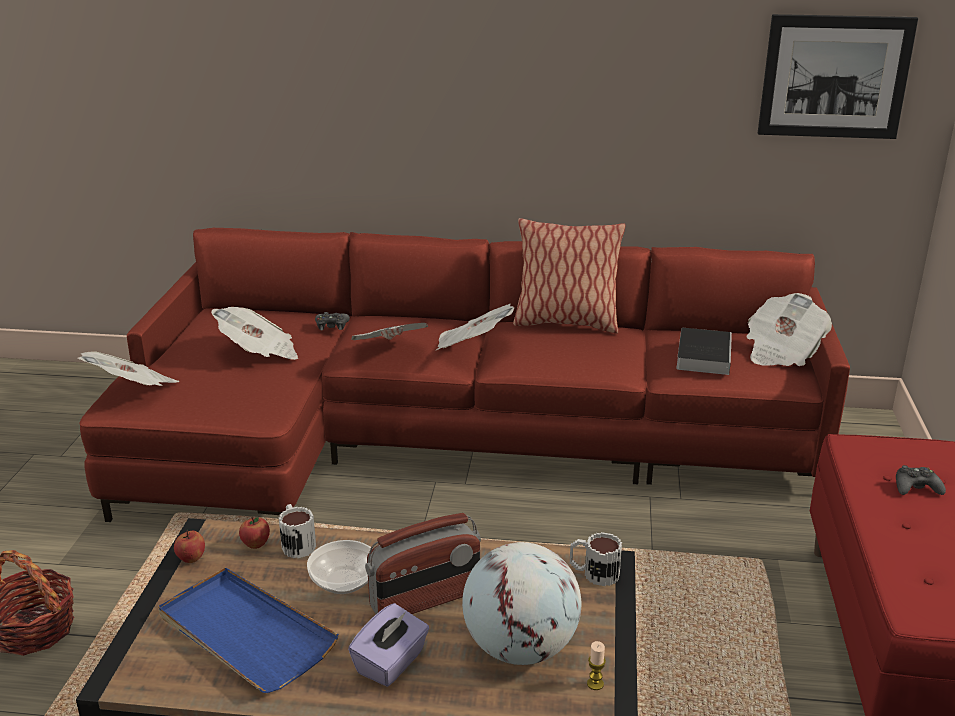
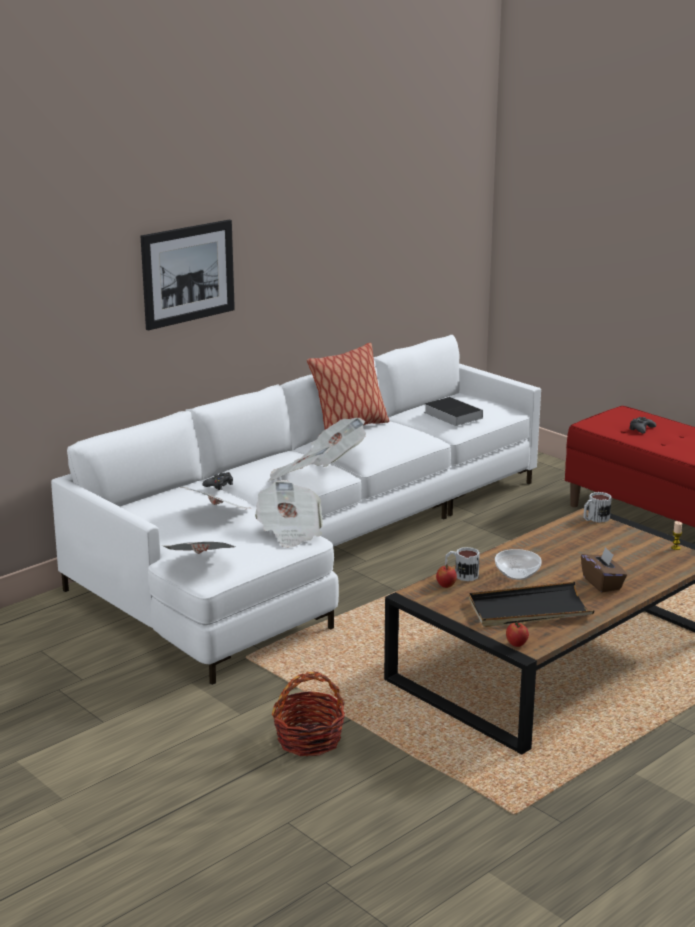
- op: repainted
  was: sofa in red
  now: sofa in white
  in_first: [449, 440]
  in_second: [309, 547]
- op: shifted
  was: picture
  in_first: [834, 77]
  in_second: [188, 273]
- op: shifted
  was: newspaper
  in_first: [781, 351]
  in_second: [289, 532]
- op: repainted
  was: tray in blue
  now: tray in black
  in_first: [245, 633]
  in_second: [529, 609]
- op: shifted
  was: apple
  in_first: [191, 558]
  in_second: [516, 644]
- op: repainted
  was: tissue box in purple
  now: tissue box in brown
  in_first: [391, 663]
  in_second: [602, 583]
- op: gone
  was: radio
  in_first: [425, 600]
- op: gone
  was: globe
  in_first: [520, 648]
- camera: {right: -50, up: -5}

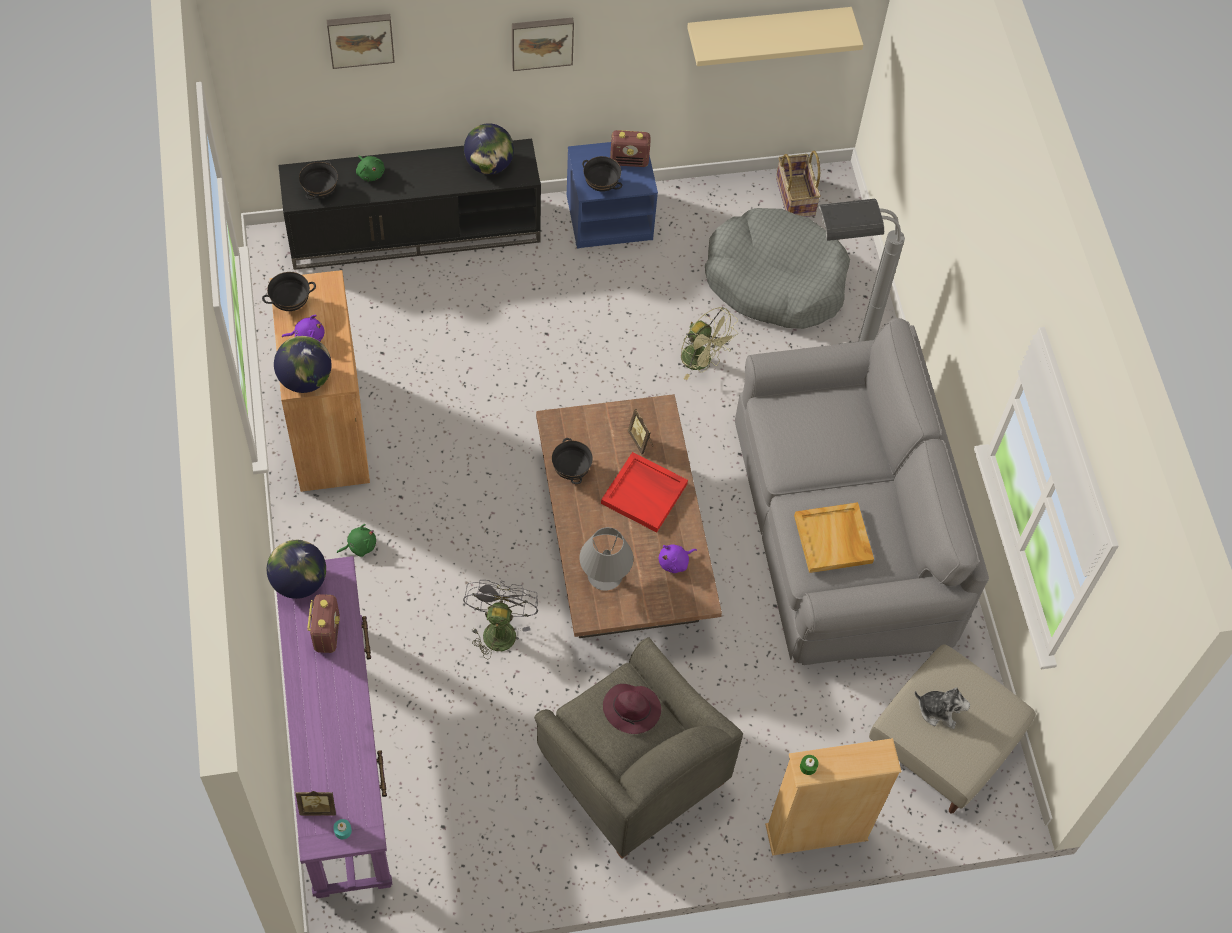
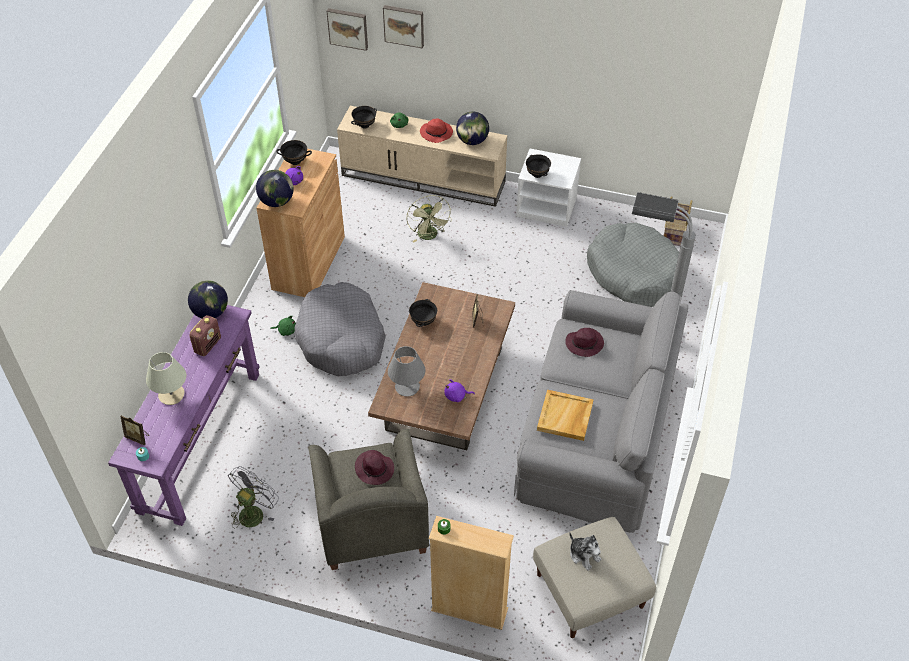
- op: new
  now: table lamp in beige
  in_second: [171, 395]
- op: shifted
  was: fan in grey
  in_first: [499, 628]
  in_second: [254, 511]
- op: new
  now: dog bed in grey
  in_second: [341, 339]
- op: shifted
  was: picture
  in_first: [542, 41]
  in_second: [348, 28]
- op: repainted
  was: tv stand in black
  now: tv stand in beige
  in_first: [415, 231]
  in_second: [424, 178]
- op: shifted
  was: fan in green
  in_first: [702, 361]
  in_second: [429, 236]
- op: new
  now: hat in red
  in_second: [437, 133]
- op: repainted
  was: nightstand in blue
  now: nightstand in white
  in_first: [610, 217]
  in_second: [547, 206]
- op: new
  now: hat in purple
  in_second: [585, 343]
- op: gone
  was: tray in red
  in_first: [645, 493]
- op: gone
  was: radio
  in_first: [629, 160]
- op: gone
  was: shelf in beige
  in_first: [767, 28]
- camera: {right: 30, up: -10}

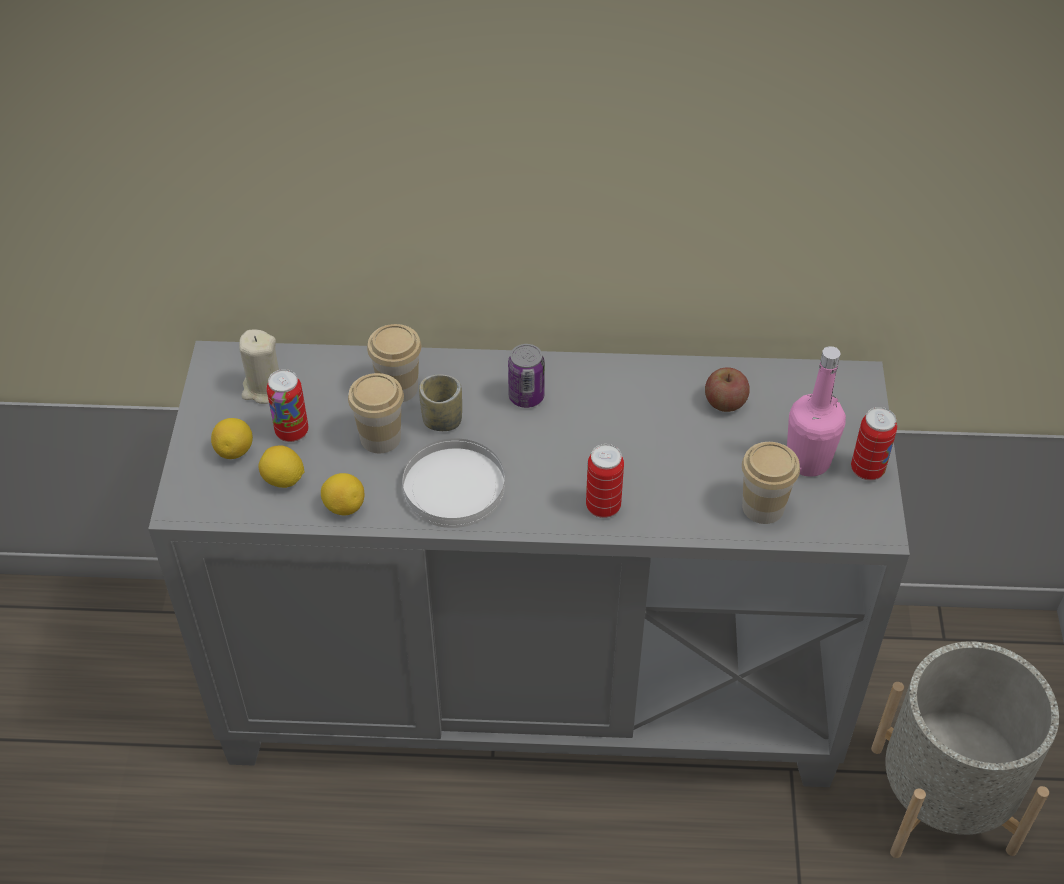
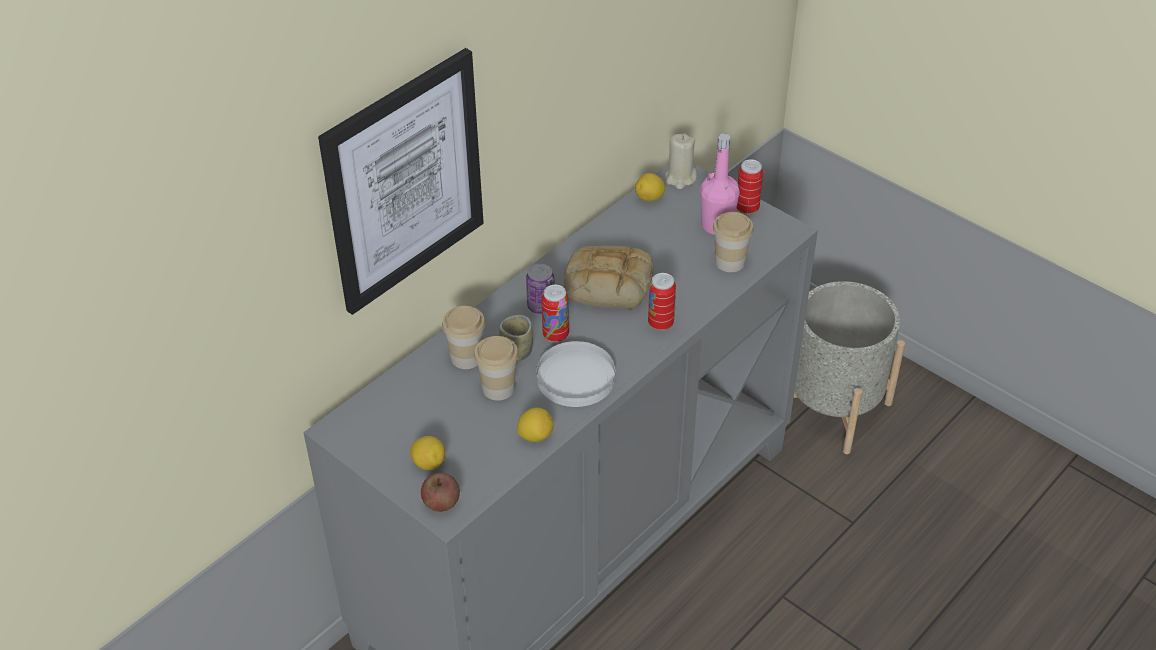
- op: new
  now: picture
  in_second: [404, 181]
- op: shifted
  was: apple
  in_first: [725, 402]
  in_second: [441, 502]
- op: shifted
  was: can
  in_first: [292, 432]
  in_second: [555, 335]
- op: new
  now: bread
  in_second: [606, 284]
- op: shifted
  was: lemon
  in_first: [283, 480]
  in_second: [649, 198]
- op: shifted
  was: candle in beige
  in_first: [264, 389]
  in_second: [680, 178]
- camera: {right: -50, up: -5}

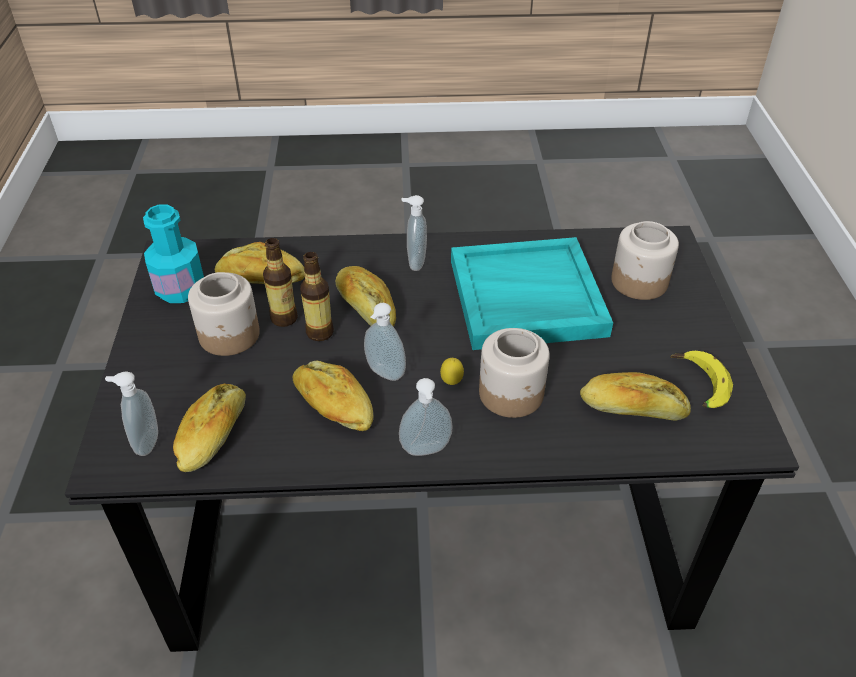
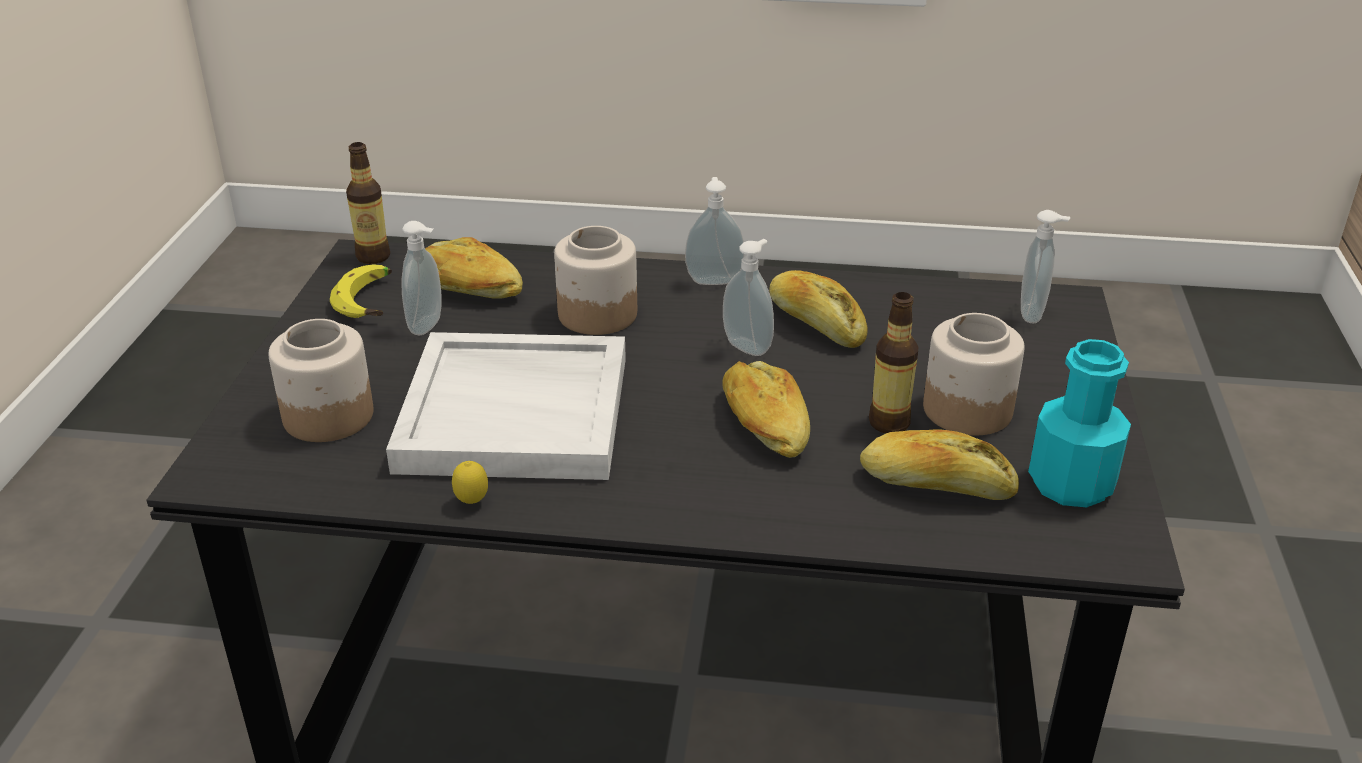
- op: shifted
  was: bottle
  in_first: [319, 332]
  in_second: [373, 257]
- op: repainted
  was: tray in turquoise
  now: tray in white
  in_first: [525, 298]
  in_second: [517, 412]
- op: shifted
  was: soap dispenser
  in_first: [414, 262]
  in_second: [428, 326]
- op: shifted
  was: lemon
  in_first: [451, 383]
  in_second: [472, 502]
- op: gone
  was: bread
  in_first: [213, 435]
- camera: {right: -170, up: -10}

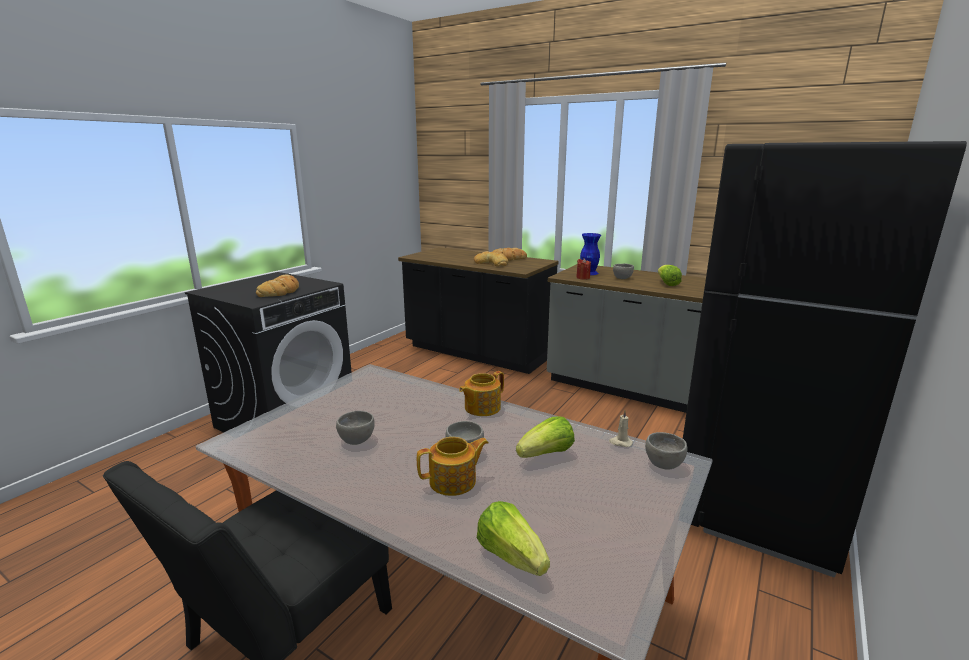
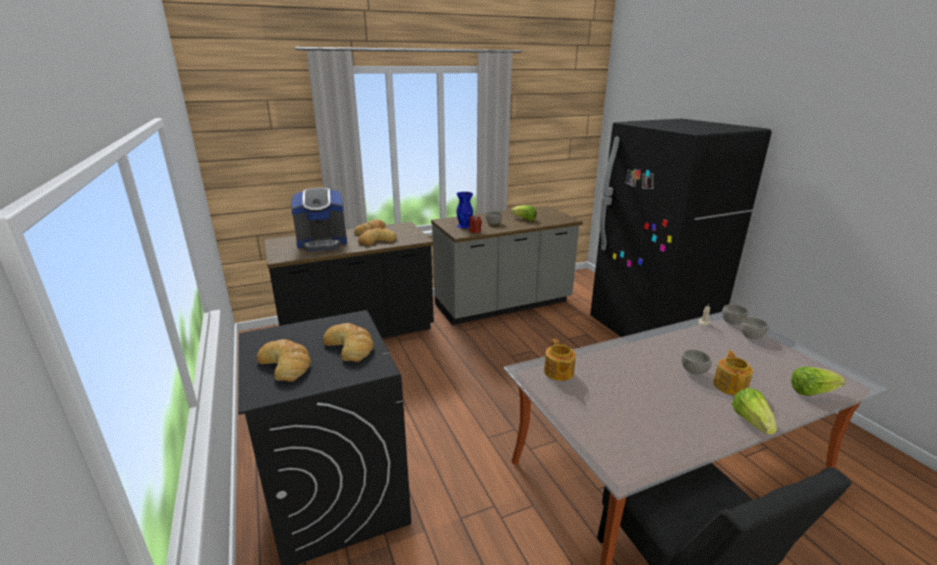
- op: new
  now: bread
  in_second: [286, 364]
- op: new
  now: coffee machine
  in_second: [322, 243]
- op: shifted
  was: teapot
  in_first: [481, 408]
  in_second: [558, 372]
- op: shifted
  was: lettuce
  in_first: [546, 454]
  in_second: [751, 421]
- op: shifted
  was: bowl in grey
  in_first: [357, 439]
  in_second: [751, 336]
- camera: {right: -55, up: 5}

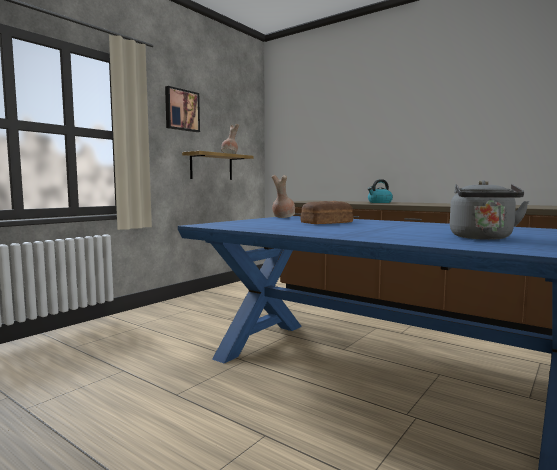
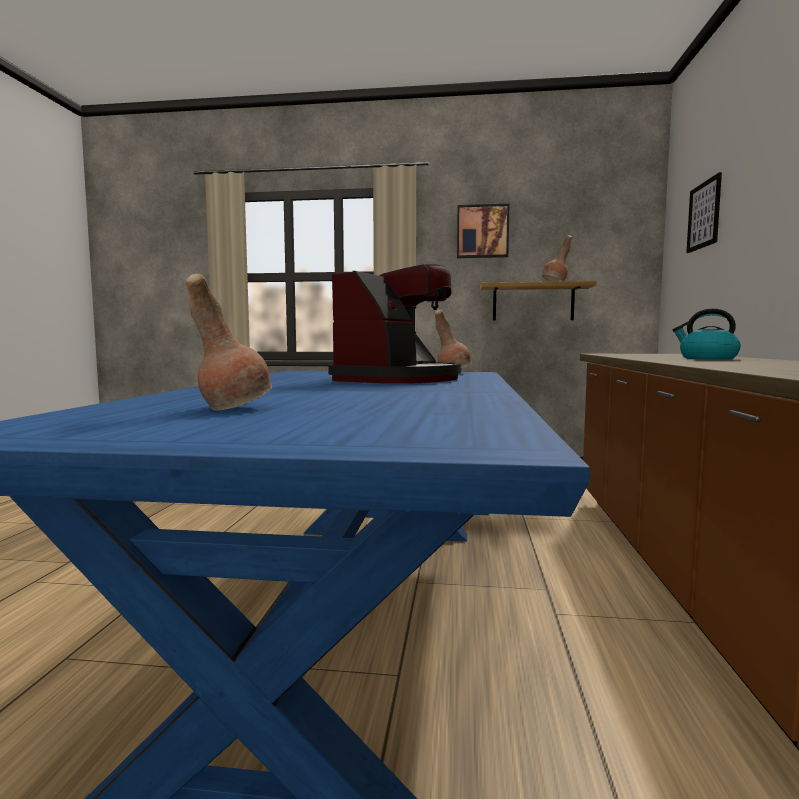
- op: swapped
  was: kettle in grey
  now: vase in brown
  in_first: [482, 238]
  in_second: [232, 408]
- op: swapped
  was: bread
  now: coffee machine
  in_first: [325, 222]
  in_second: [399, 379]
- op: new
  now: picture
  in_second: [704, 215]
- camera: {right: 60, up: 0}

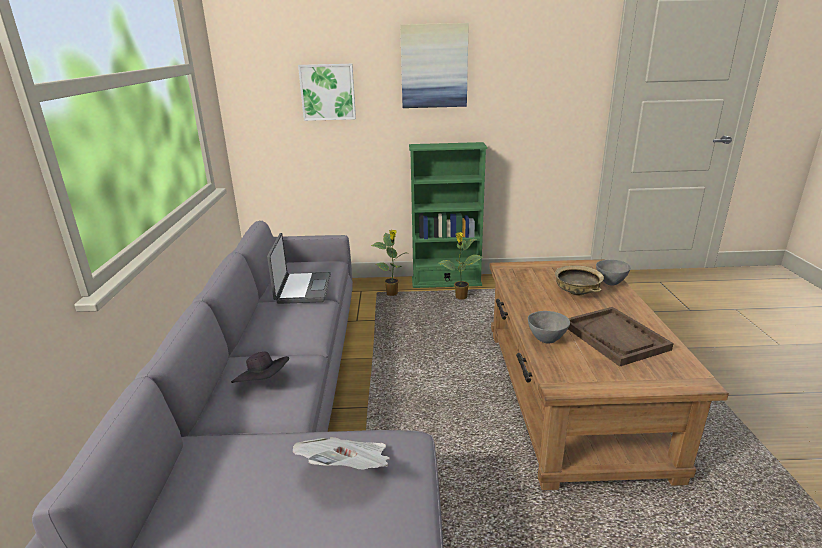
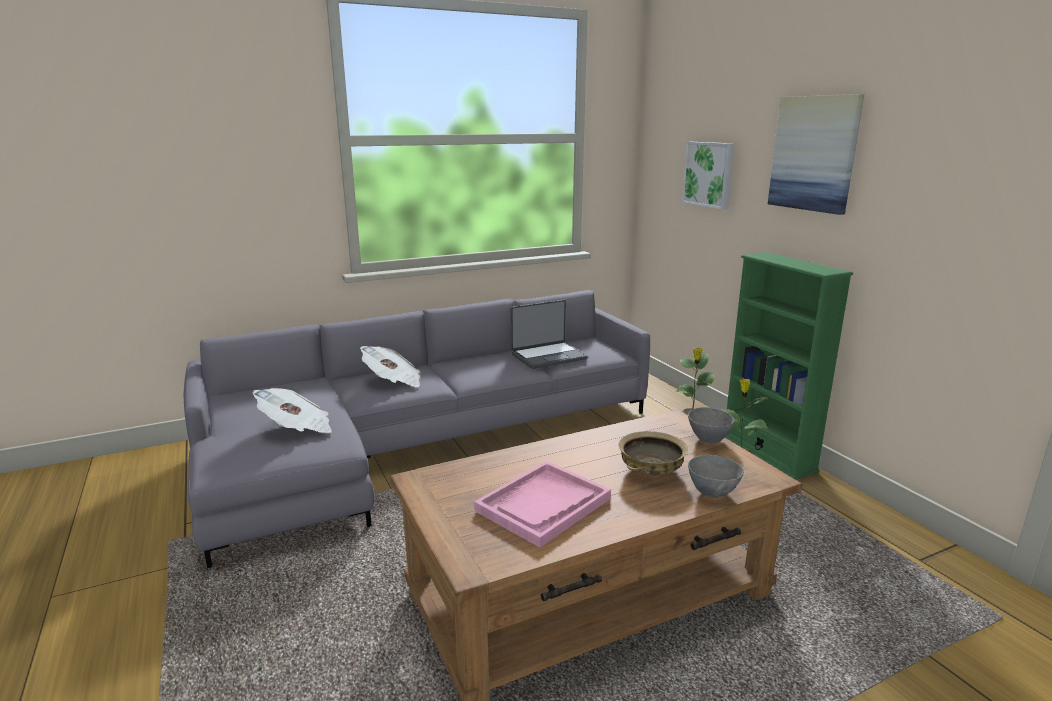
- op: swapped
  was: hat in black
  now: newspaper
  in_first: [264, 383]
  in_second: [393, 381]
- op: repainted
  was: tray in brown
  now: tray in pink
  in_first: [615, 337]
  in_second: [543, 505]
- op: shifted
  was: bowl in grey
  in_first: [546, 340]
  in_second: [707, 439]
- camera: {right: 65, up: -5}

